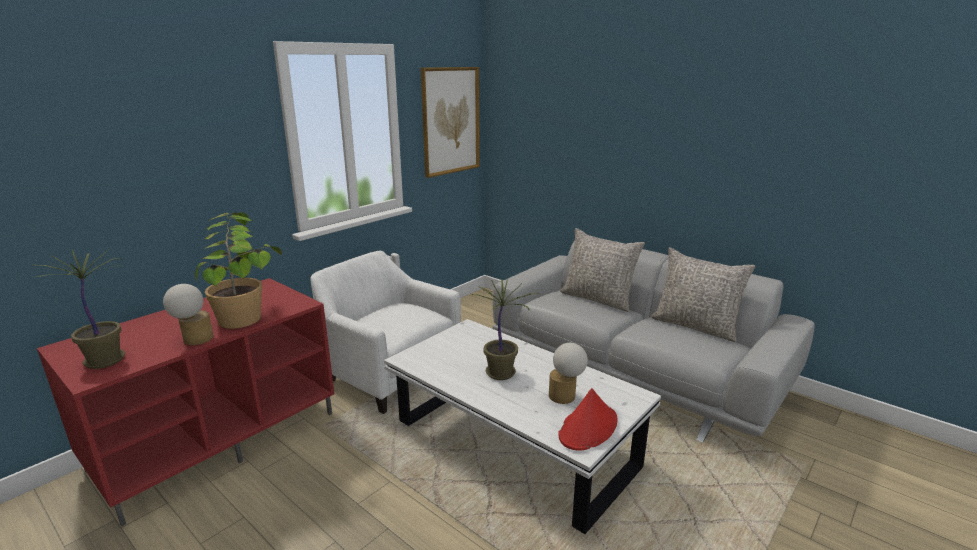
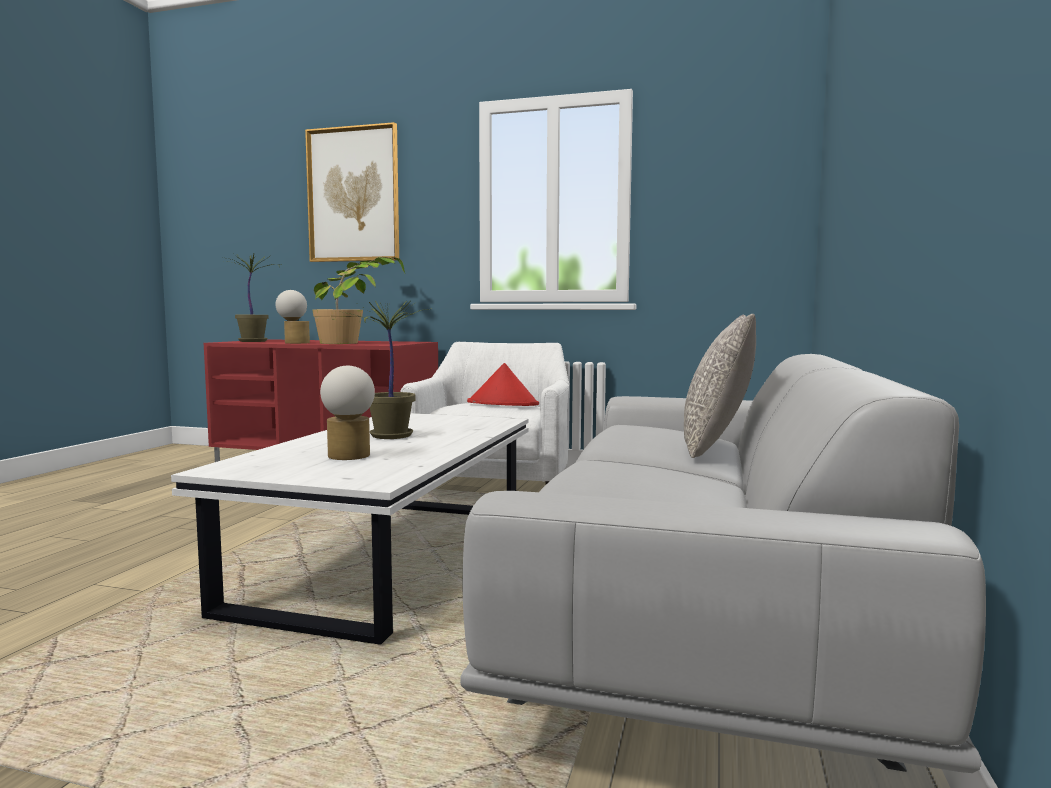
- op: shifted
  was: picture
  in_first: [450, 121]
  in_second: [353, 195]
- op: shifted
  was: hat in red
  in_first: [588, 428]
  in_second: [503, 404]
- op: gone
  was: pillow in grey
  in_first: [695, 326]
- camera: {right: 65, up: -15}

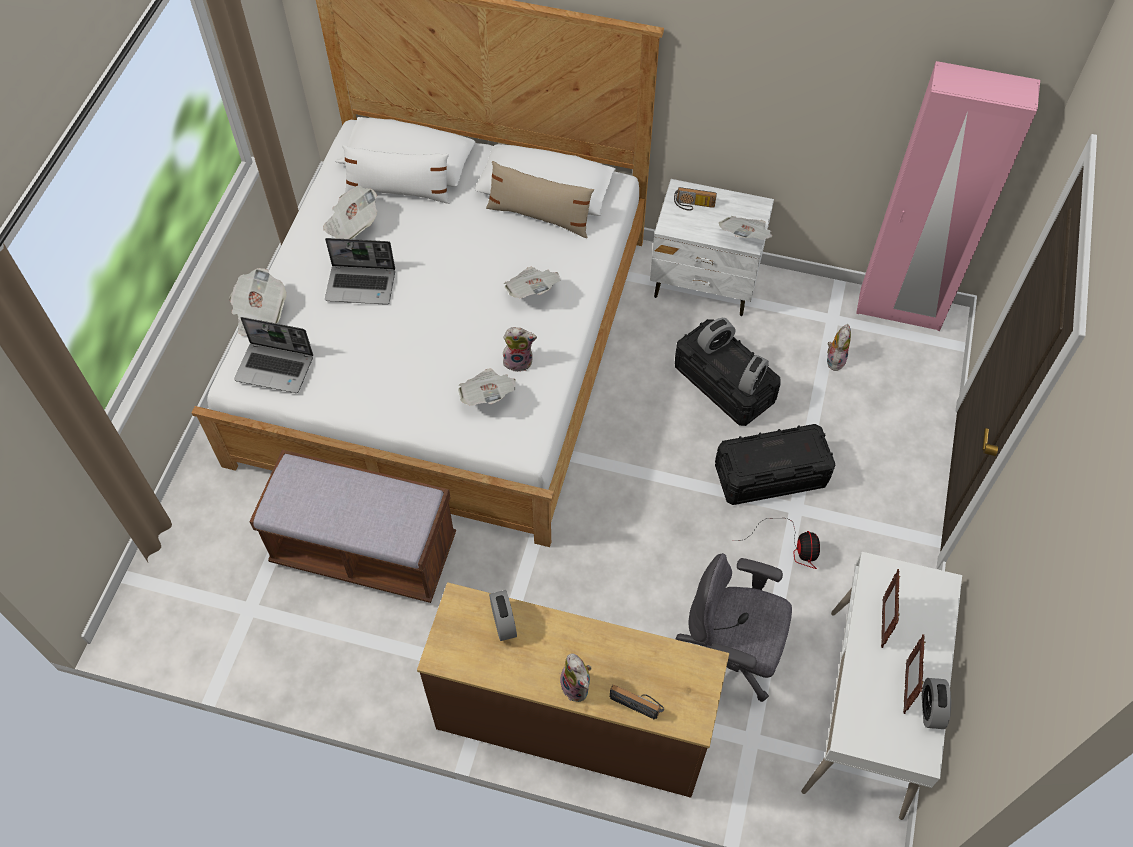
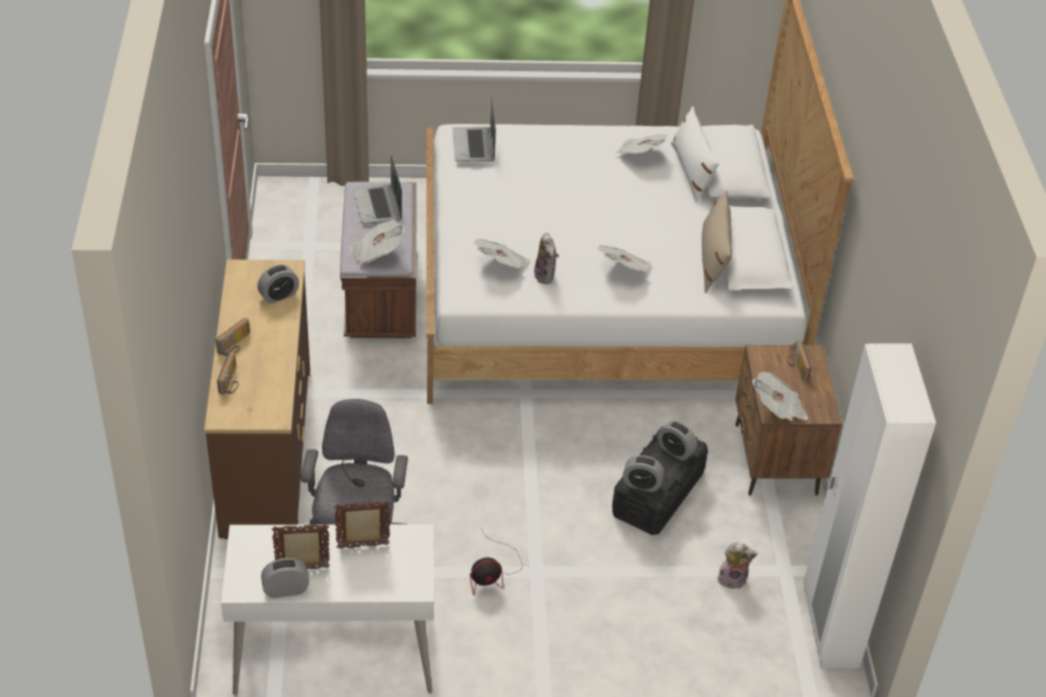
- op: swapped
  was: plush toy
  now: radio
  in_first: [577, 686]
  in_second: [235, 345]
- op: shifted
  was: newspaper
  in_first: [259, 313]
  in_second: [376, 253]
- op: shifted
  was: laptop
  in_first: [361, 285]
  in_second: [378, 206]
- op: repainted
  was: nightstand in white
  now: nightstand in brown
  in_first: [705, 283]
  in_second: [775, 460]
- op: repainted
  was: wardrobe in pink
  now: wardrobe in white
  in_first: [899, 310]
  in_second: [829, 628]
- op: gone
  was: storage box in black
  in_first: [771, 475]
- camera: {right: 70, up: -15}

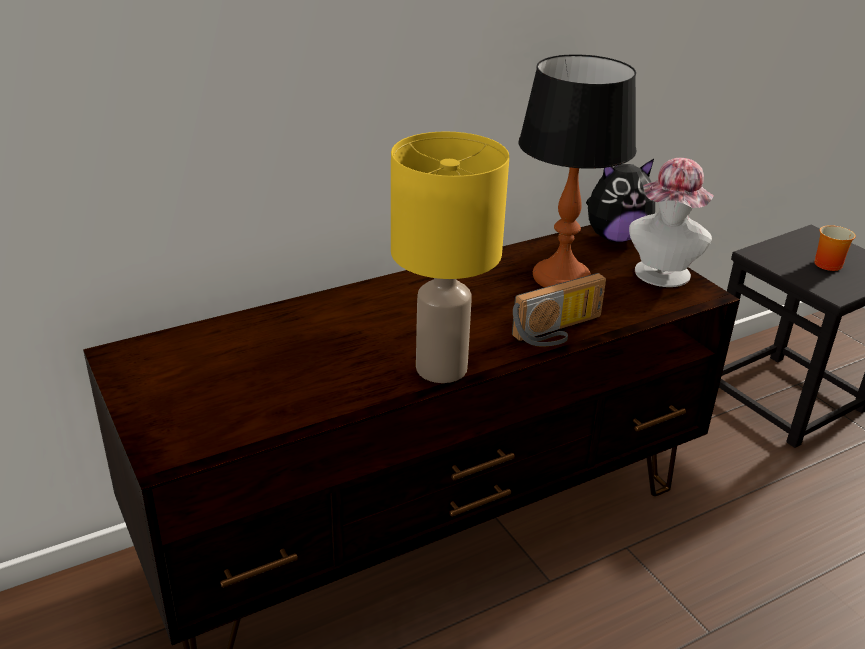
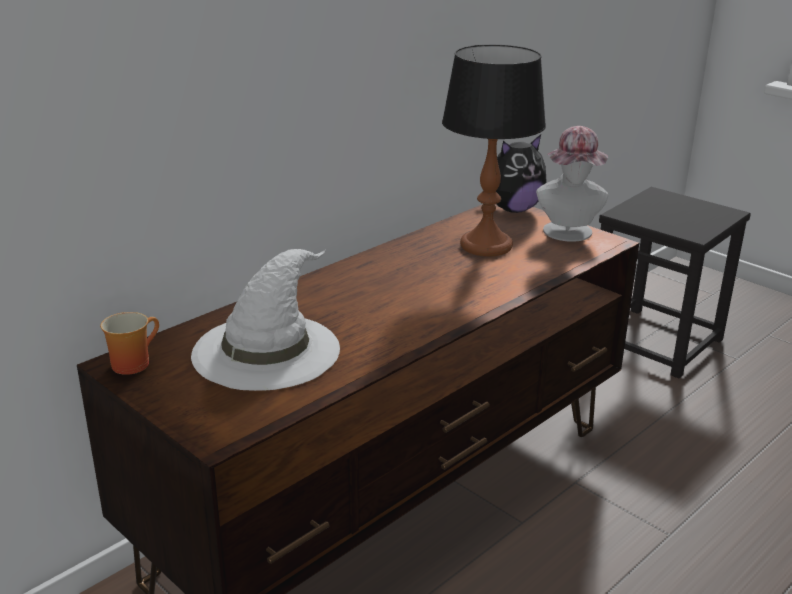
- op: shifted
  was: mug
  in_first: [828, 263]
  in_second: [132, 362]
- op: new
  now: hat in white
  in_second: [267, 349]
- op: gone
  was: table lamp in yellow
  in_first: [439, 368]
- op: gone
  was: radio
  in_first: [559, 331]
- camera: {right: -15, up: -5}

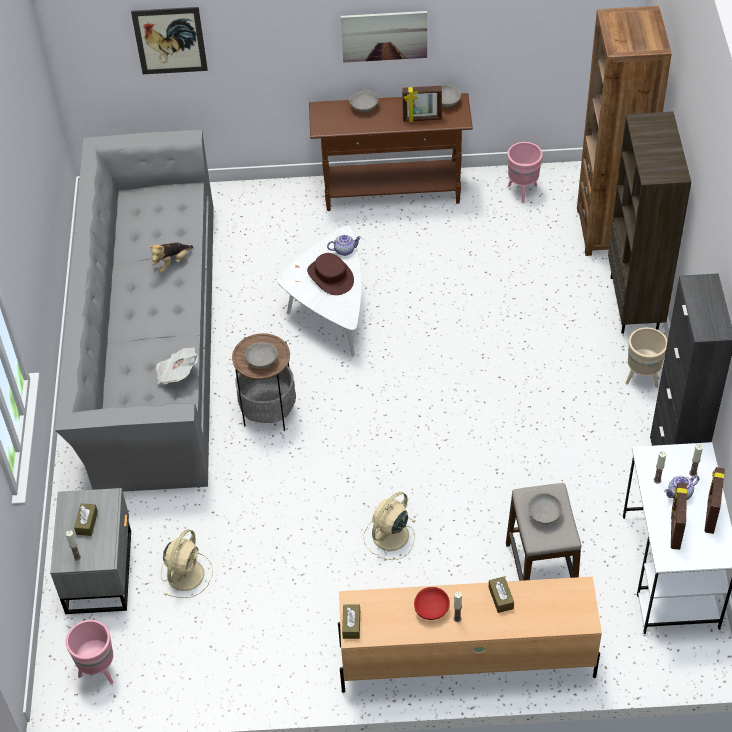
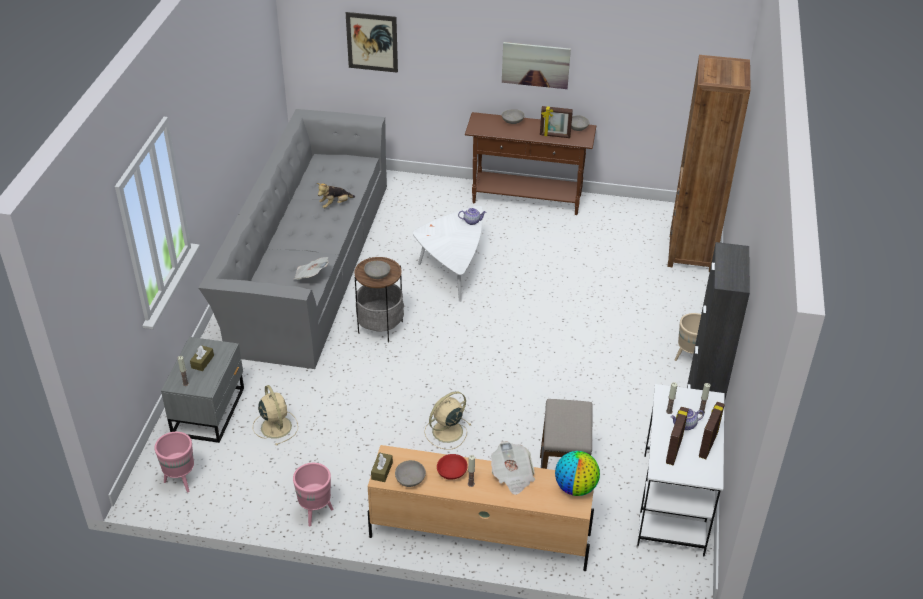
- op: rotated
  was: fan in beige
  in_first: [186, 573]
  in_second: [275, 426]
  clockwise: -60
- op: shifted
  was: planter in pink
  in_first: [523, 191]
  in_second: [316, 513]
- op: shifted
  was: bowl in grey
  in_first: [544, 514]
  in_second: [410, 479]
- op: swapped
  was: tissue box in brown
  now: newspaper
  in_first: [501, 598]
  in_second: [512, 476]
- op: new
  now: globe
  in_second: [575, 487]
- op: gone
  was: hat in brown
  in_first: [331, 276]
- op: gone
  was: bookcase in brown
  in_first: [635, 304]
- camera: {right: 10, up: -10}

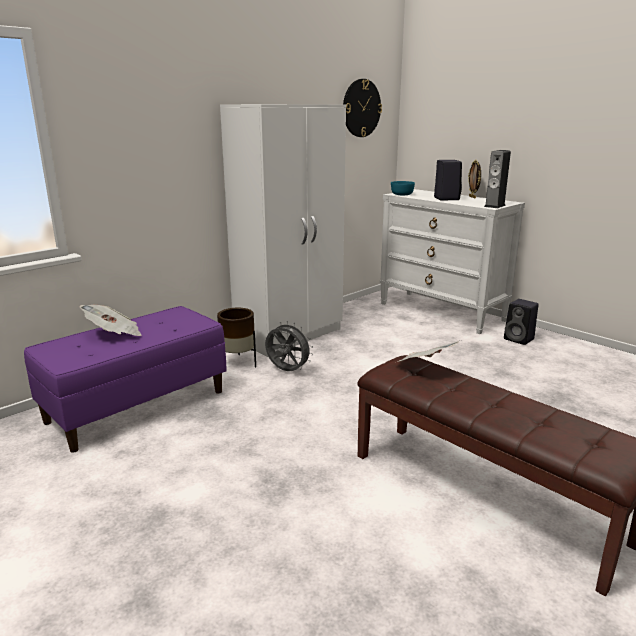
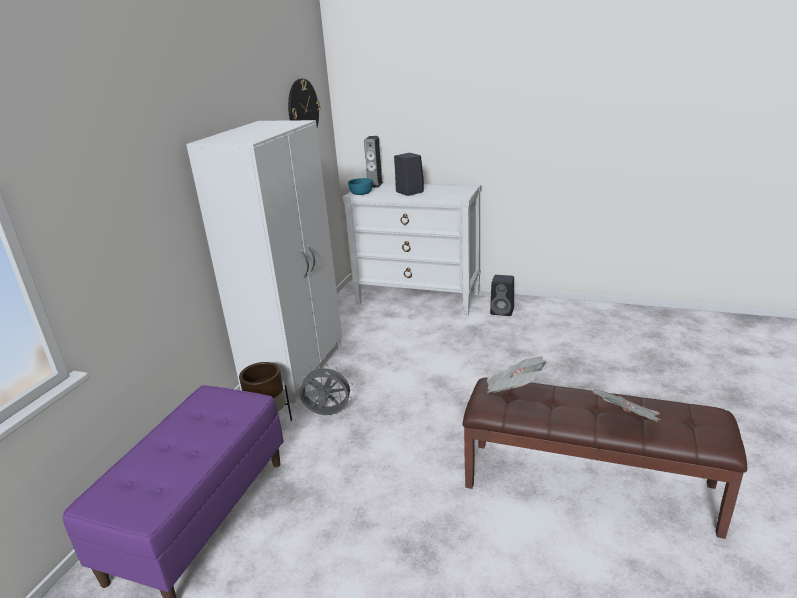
- op: shifted
  was: speaker
  in_first: [494, 206]
  in_second: [375, 185]
- op: shifted
  was: newspaper
  in_first: [114, 334]
  in_second: [627, 420]
- op: gone
  was: picture frame
  in_first: [472, 197]
- camera: {right: -25, up: 5}

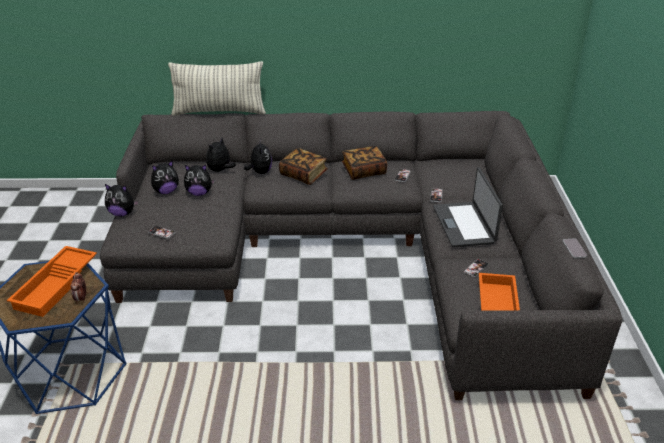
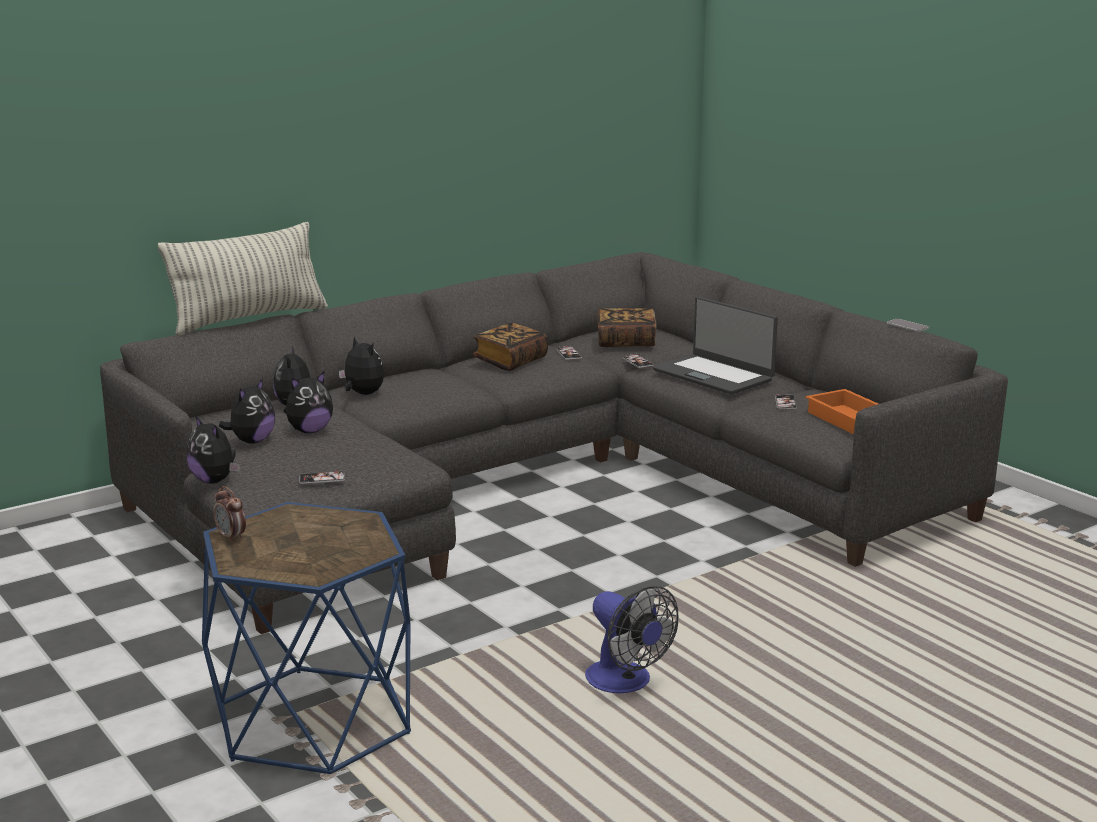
- op: rotated
  was: plush toy
  in_first: [122, 213]
  in_second: [215, 480]
  clockwise: 75
- op: shifted
  was: alarm clock
  in_first: [81, 299]
  in_second: [231, 537]
- op: new
  now: fan
  in_second: [626, 682]
- op: shifted
  was: book
  in_first: [303, 175]
  in_second: [626, 342]
- op: gone
  was: tray in orange
  in_first: [57, 286]
- camera: {right: -35, up: -15}

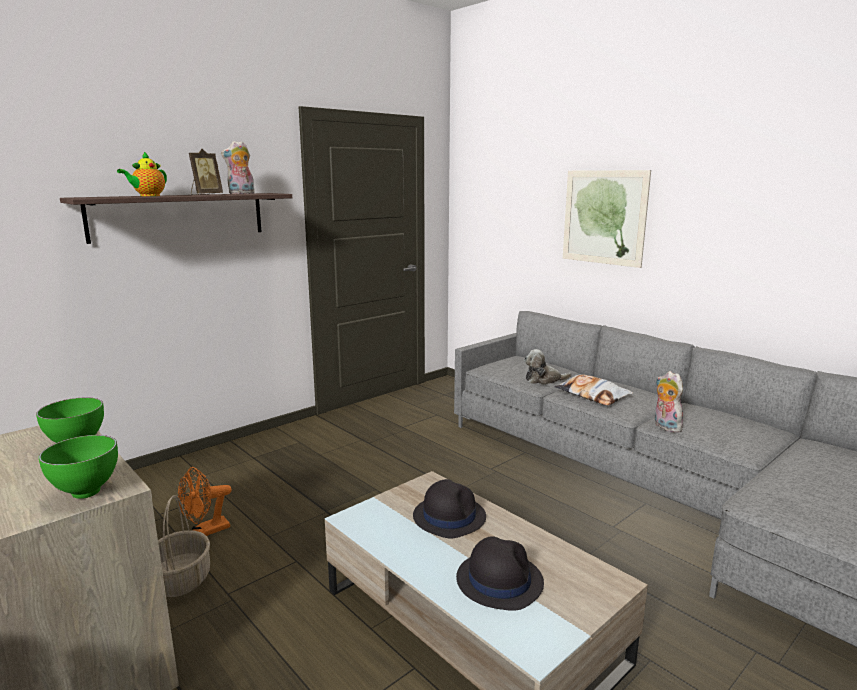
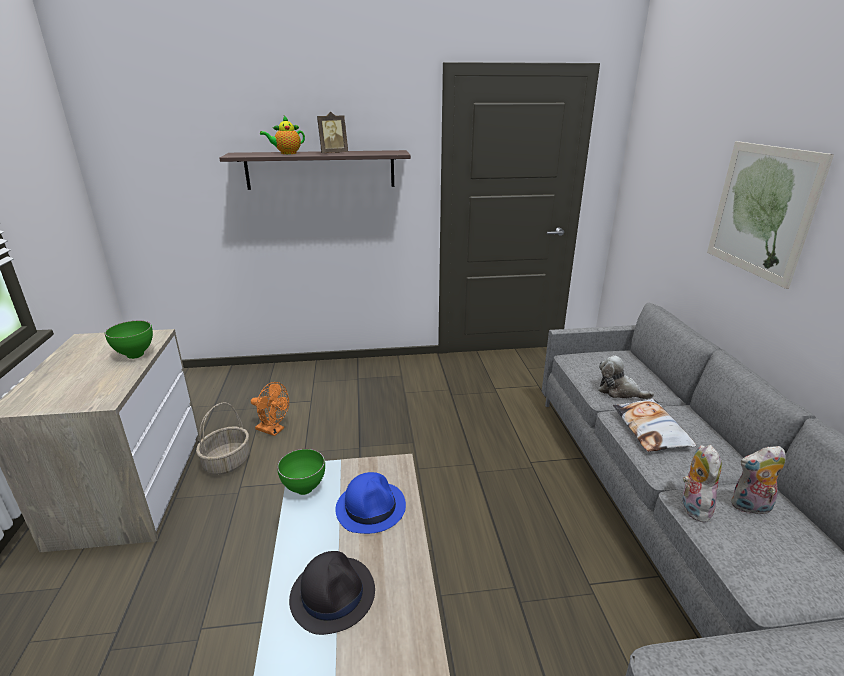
- op: rotated
  was: fan in orange
  in_first: [206, 531]
  in_second: [273, 430]
  clockwise: -150
- op: shifted
  was: bowl in green
  in_first: [86, 492]
  in_second: [304, 488]
- op: repainted
  was: hat in black
  now: hat in blue
  in_first: [449, 516]
  in_second: [371, 507]
- op: shifted
  was: plush toy
  in_first: [241, 194]
  in_second: [750, 508]
- camera: {right: 35, up: 10}

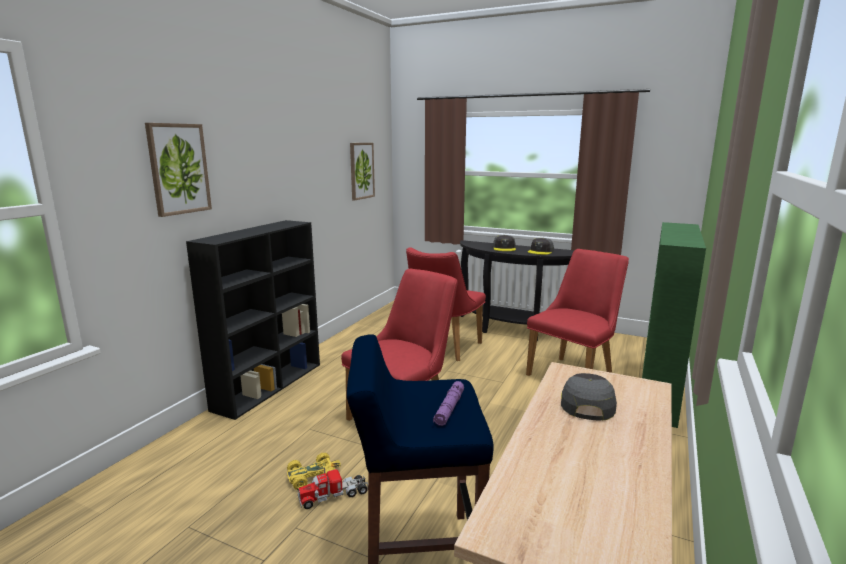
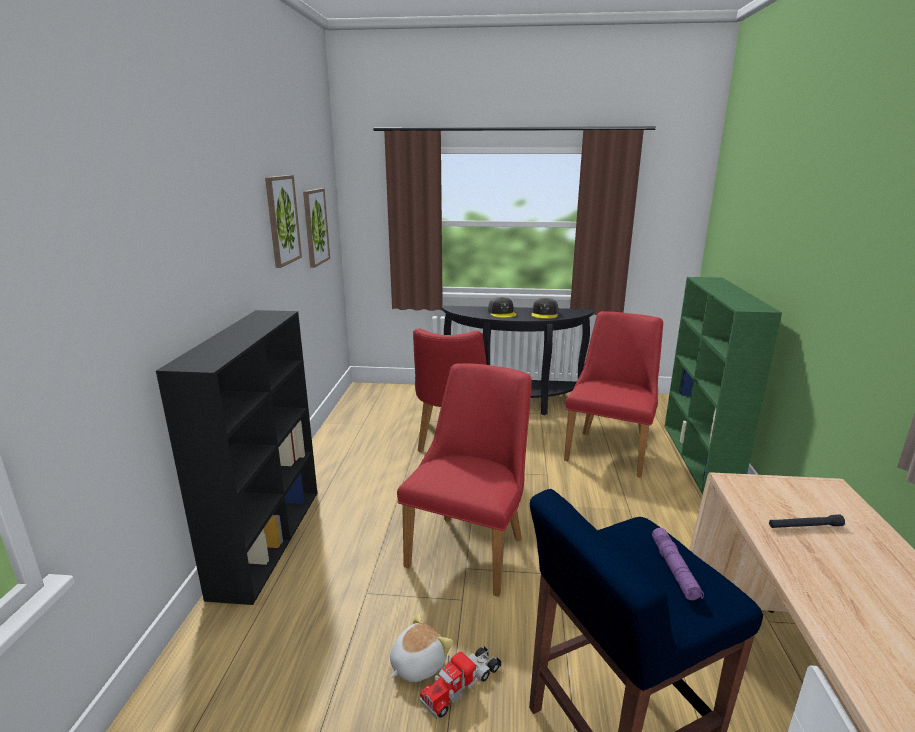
- op: shifted
  was: picture
  in_first: [178, 169]
  in_second: [282, 220]
- op: swapped
  was: toy car in yellow
  now: plush toy
  in_first: [313, 476]
  in_second: [417, 664]
- op: swapped
  was: cap in grey
  now: flashlight in black
  in_first: [586, 403]
  in_second: [804, 526]
- camera: {right: -20, up: 5}

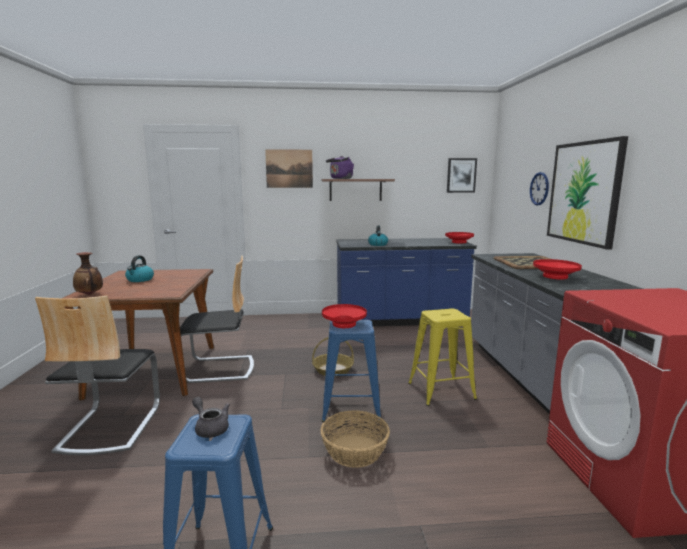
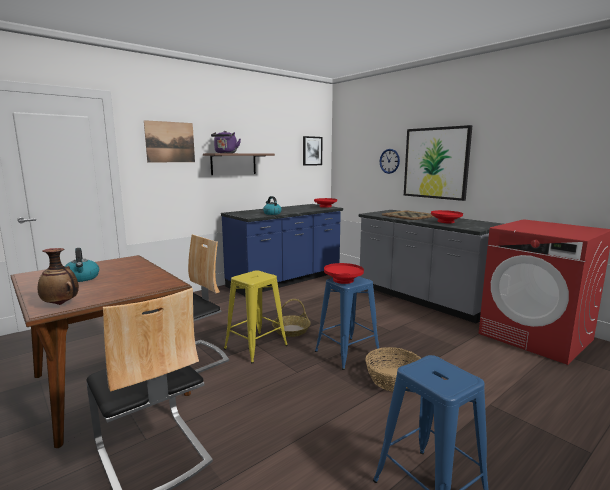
- op: shifted
  was: stool in yellow
  in_first: [441, 391]
  in_second: [256, 347]
- op: gone
  was: teapot in grey
  in_first: [210, 428]
- camera: {right: -35, up: 0}

